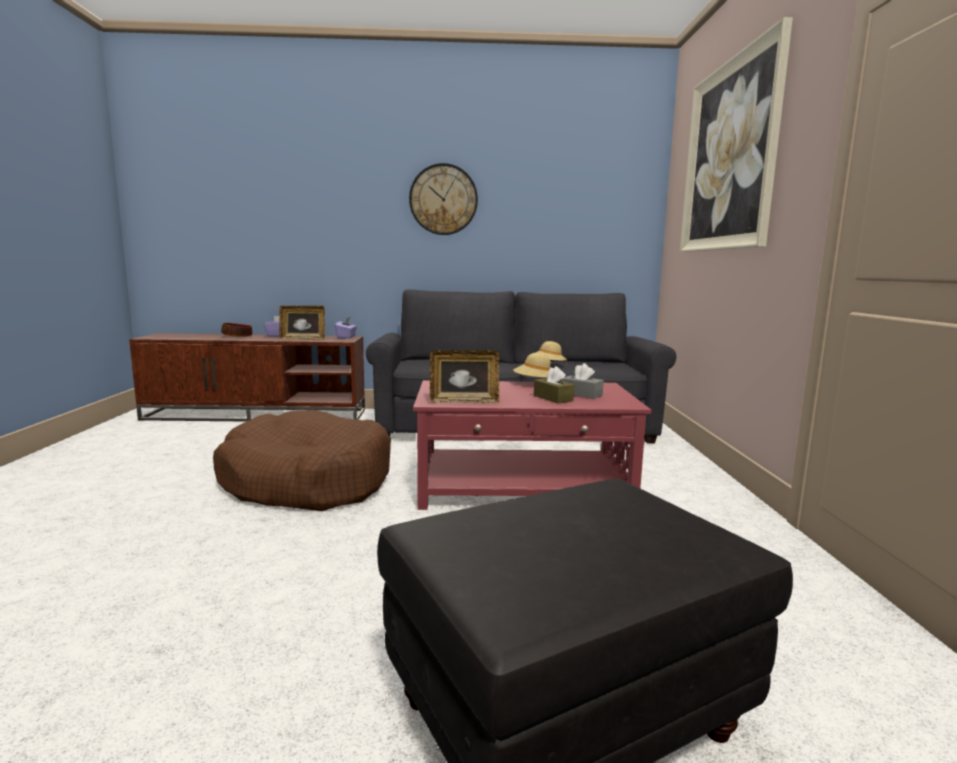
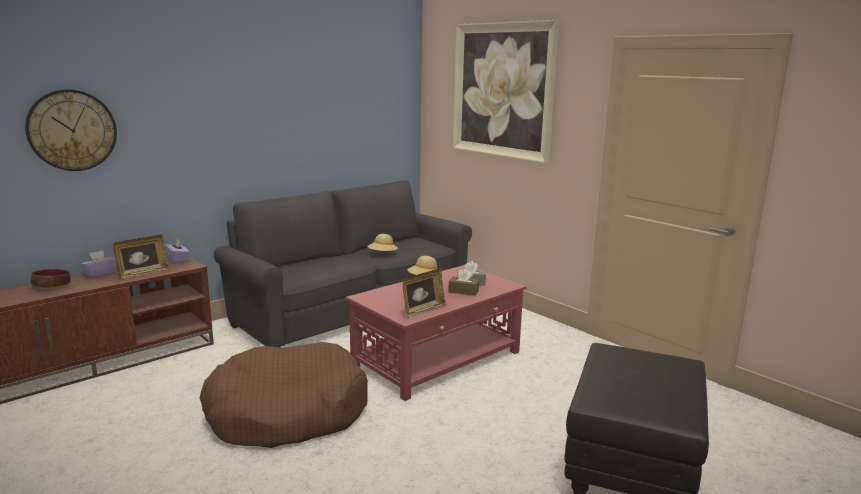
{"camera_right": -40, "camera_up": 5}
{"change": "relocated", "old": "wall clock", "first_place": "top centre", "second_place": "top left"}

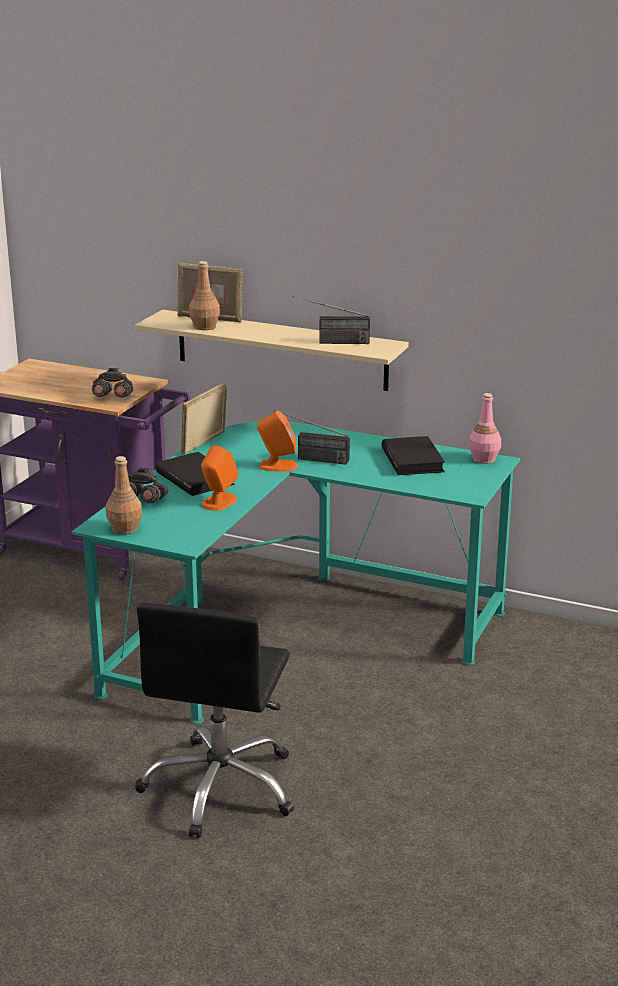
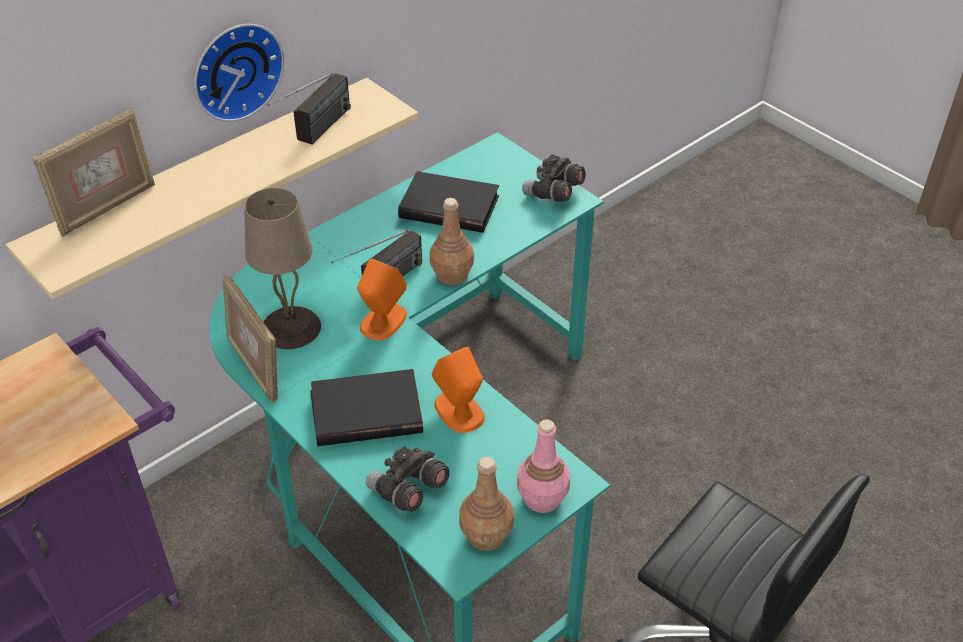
{"camera_right": -65, "camera_up": 20}
{"change": "appeared", "new": "wall clock", "second_place": "top left"}
{"change": "appeared", "new": "beige table lamp", "second_place": "middle left"}
{"change": "relocated", "old": "brown bottle (no. 2 from left in the first image)", "new": "brown bottle (no. 1 from left)", "first_place": "top left", "second_place": "centre"}
{"change": "relocated", "old": "pink bottle", "first_place": "middle right", "second_place": "bottom centre"}
{"change": "relocated", "old": "grey binoculars (no. 1 from left in the first image)", "new": "grey binoculars (no. 2 from left)", "first_place": "middle left", "second_place": "top centre"}

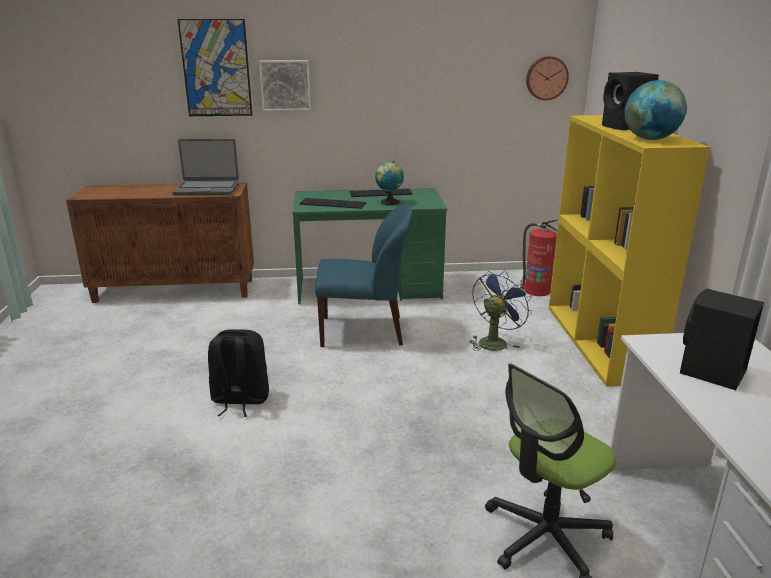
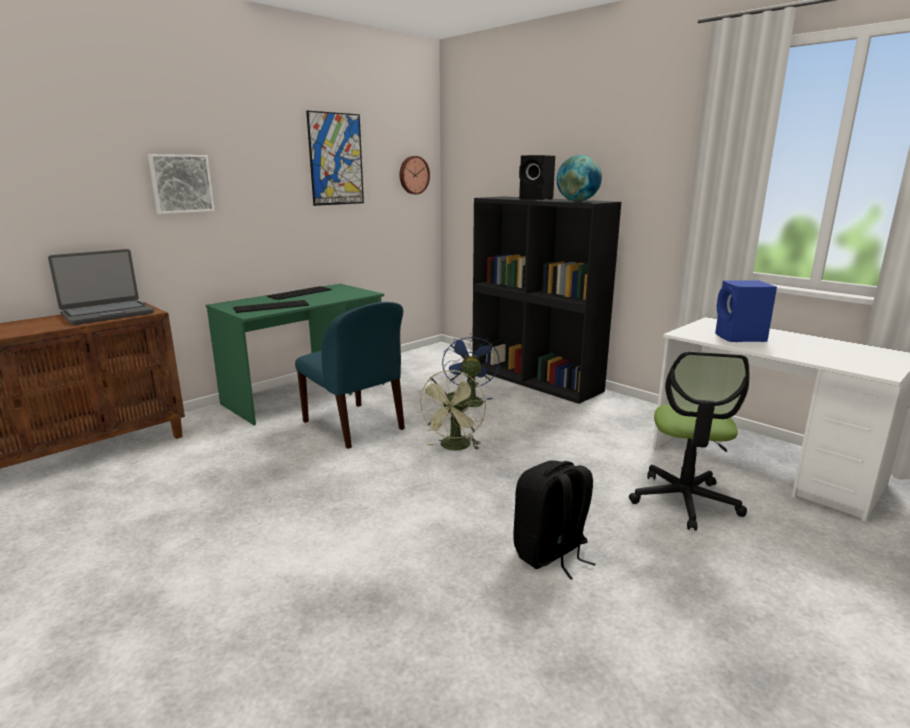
{"camera_right": -40, "camera_up": -5}
{"change": "spun", "old": "blue chair", "first_place": "centre", "second_place": "centre", "degrees": 90}
{"change": "relocated", "old": "picture (no. 1 from left in the first image)", "new": "picture (no. 2 from left)", "first_place": "top left", "second_place": "top centre"}
{"change": "appeared", "new": "green fan", "second_place": "centre"}
{"change": "colour", "old": "yellow bookcase", "new": "black bookcase", "first_place": "middle right", "second_place": "centre"}
{"change": "relocated", "old": "black backpack", "first_place": "middle left", "second_place": "bottom centre"}
{"change": "colour", "old": "black speaker (no. 2 from left)", "new": "blue speaker", "first_place": "middle right", "second_place": "middle right"}
{"change": "missing", "old": "globe (no. 1 from left)", "first_place": "top centre"}
{"change": "missing", "old": "fire extinguisher", "first_place": "middle right"}

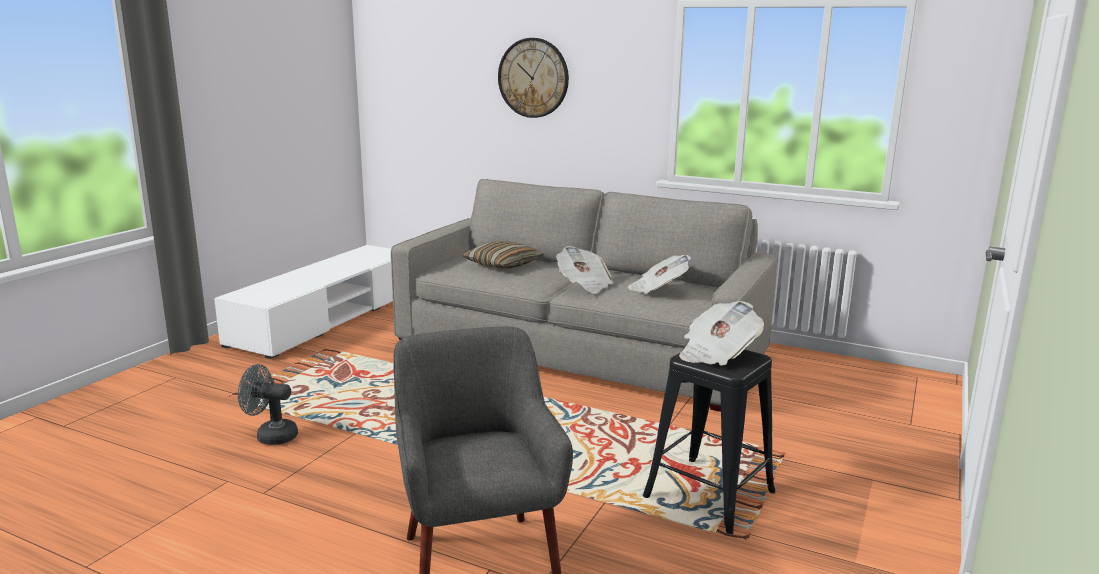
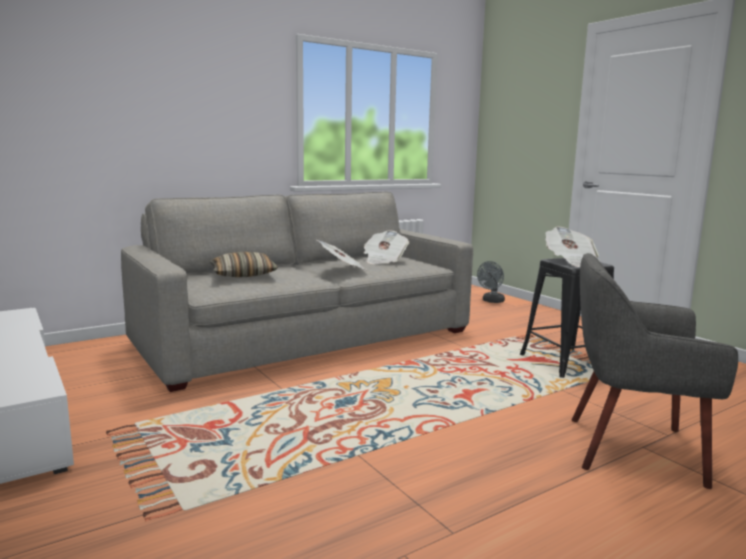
{"camera_right": -60, "camera_up": -5}
{"change": "relocated", "old": "grey fan", "first_place": "bottom left", "second_place": "centre"}
{"change": "missing", "old": "wall clock", "first_place": "top centre"}

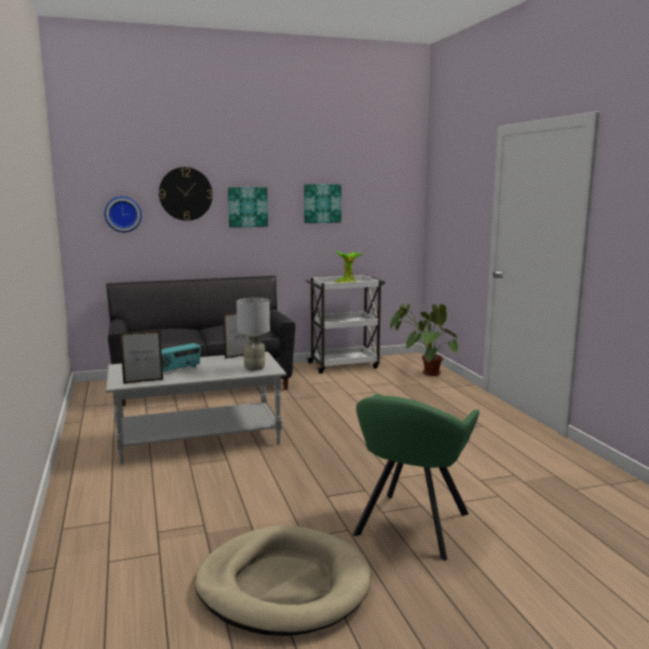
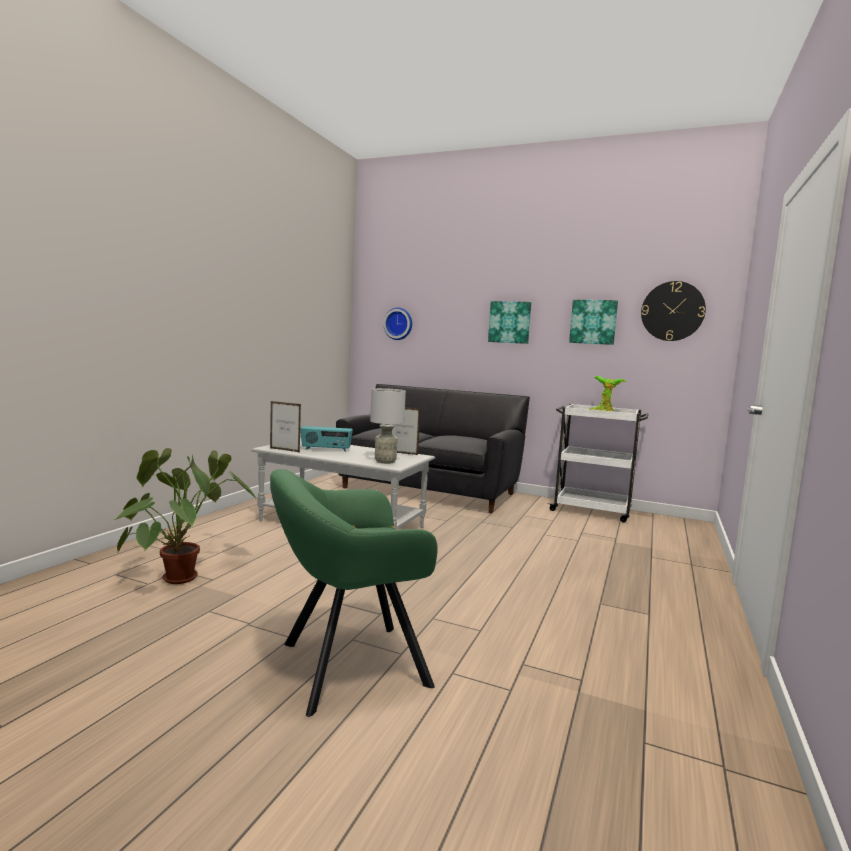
{"camera_right": 40, "camera_up": -5}
{"change": "relocated", "old": "potted plant (no. 2 from left in the first image)", "new": "potted plant (no. 1 from left)", "first_place": "centre", "second_place": "middle left"}
{"change": "relocated", "old": "wall clock (no. 2 from left)", "first_place": "top left", "second_place": "middle right"}
{"change": "missing", "old": "beige dog bed", "first_place": "bottom centre"}

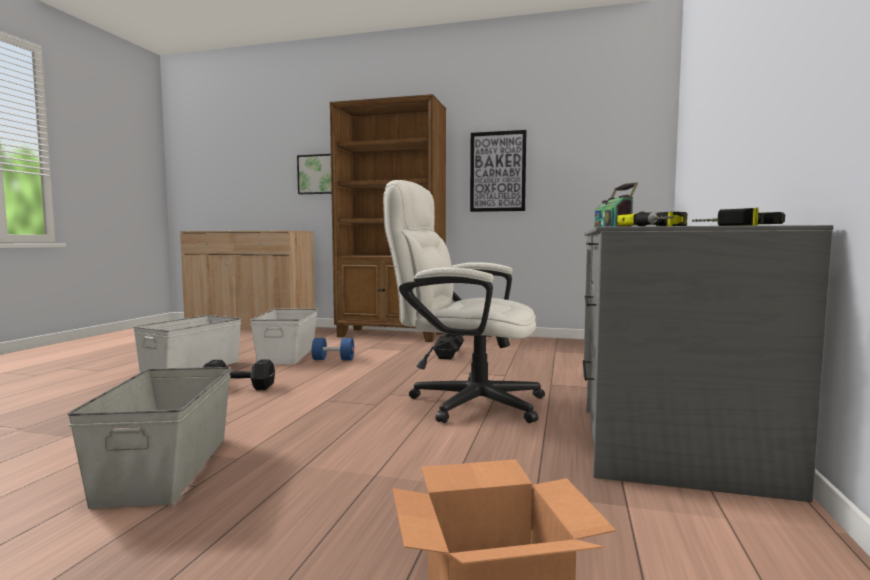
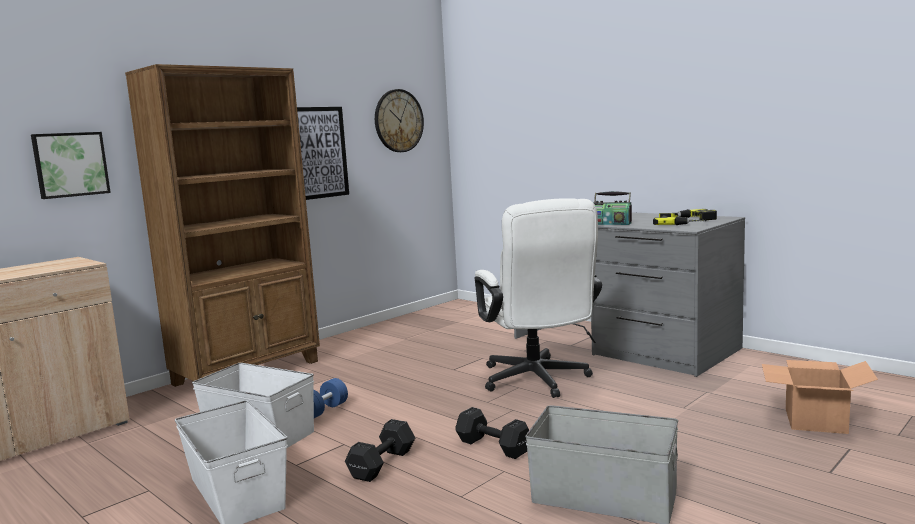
{"camera_right": -60, "camera_up": 5}
{"change": "appeared", "new": "wall clock", "second_place": "top centre"}
{"change": "relocated", "old": "black dumbbell (no. 2 from left)", "first_place": "centre", "second_place": "bottom centre"}
{"change": "spun", "old": "white office chair", "first_place": "centre", "second_place": "centre", "degrees": -60}

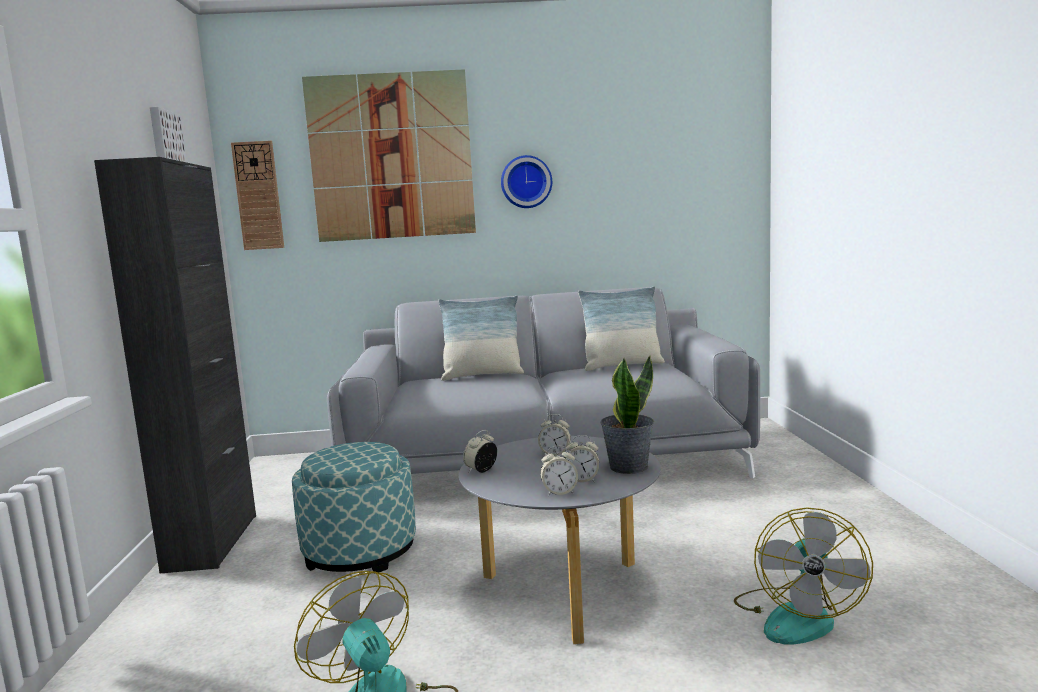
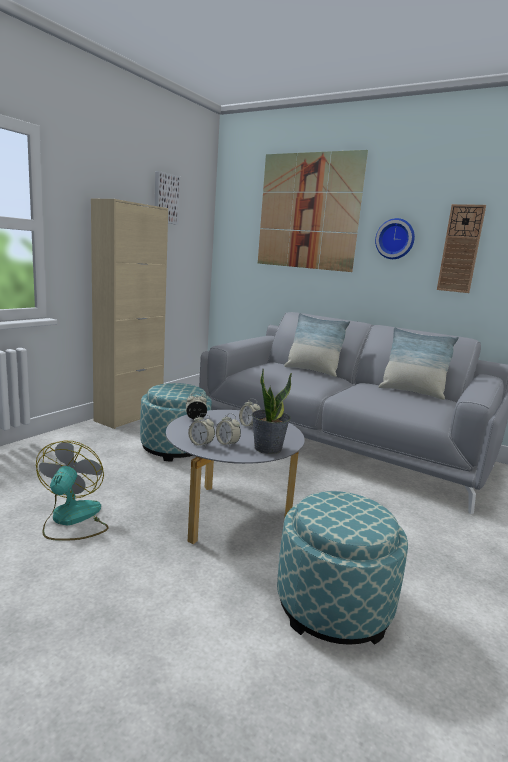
{"camera_right": 35, "camera_up": 5}
{"change": "colour", "old": "black cabinet", "new": "beige cabinet", "first_place": "middle left", "second_place": "middle left"}
{"change": "exchanged", "old": "fan (no. 2 from left)", "new": "ottoman (no. 2 from left)", "first_place": "bottom right", "second_place": "bottom right"}
{"change": "relocated", "old": "wall clock (no. 1 from left in the first image)", "new": "wall clock (no. 2 from left)", "first_place": "top left", "second_place": "top right"}

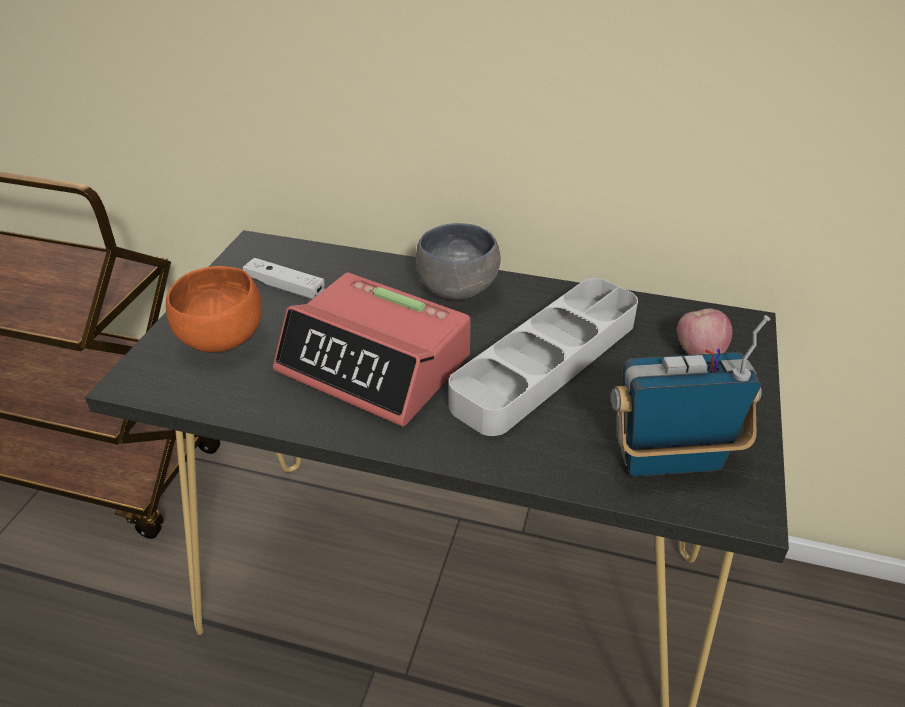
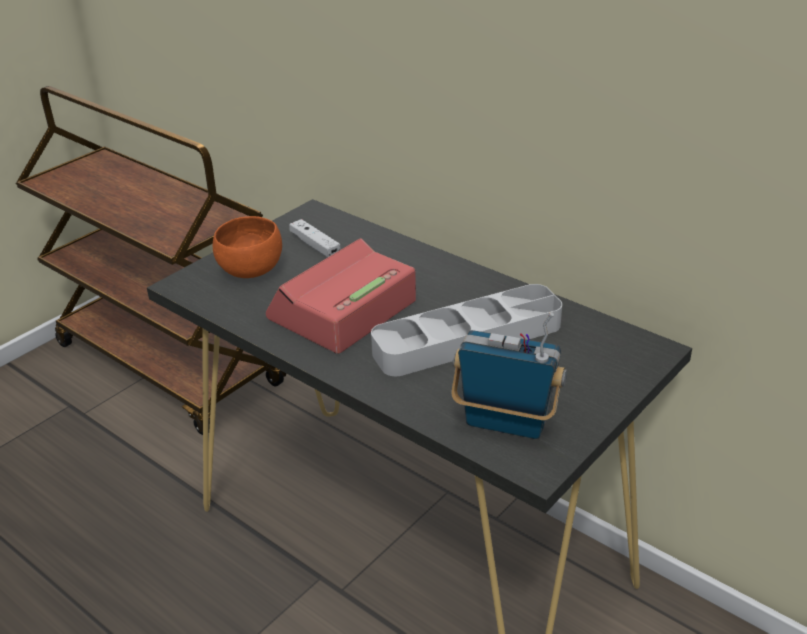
{"camera_right": 25, "camera_up": -5}
{"change": "spun", "old": "alarm clock", "first_place": "centre", "second_place": "centre", "degrees": 75}
{"change": "missing", "old": "grey bowl", "first_place": "centre"}
{"change": "missing", "old": "apple", "first_place": "middle right"}

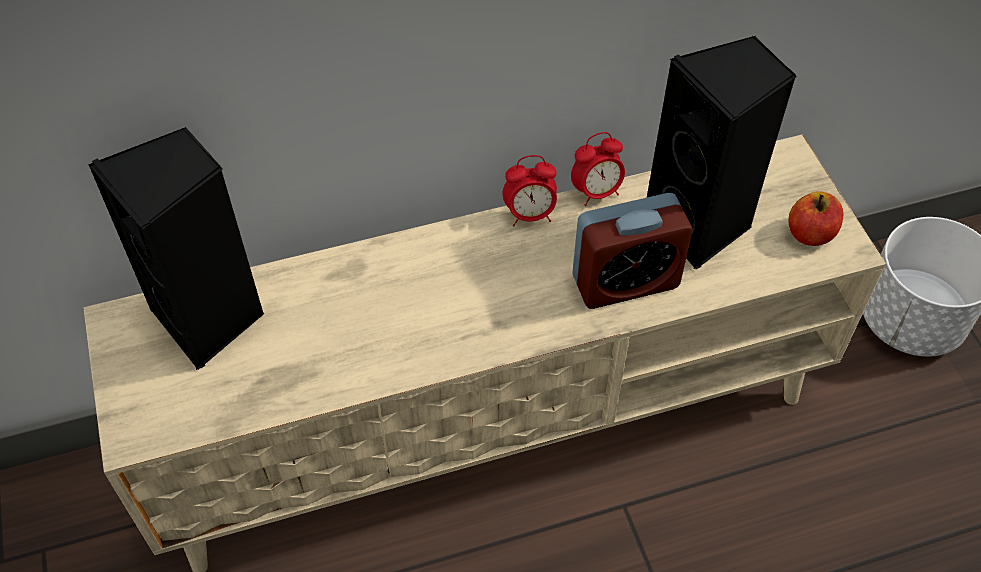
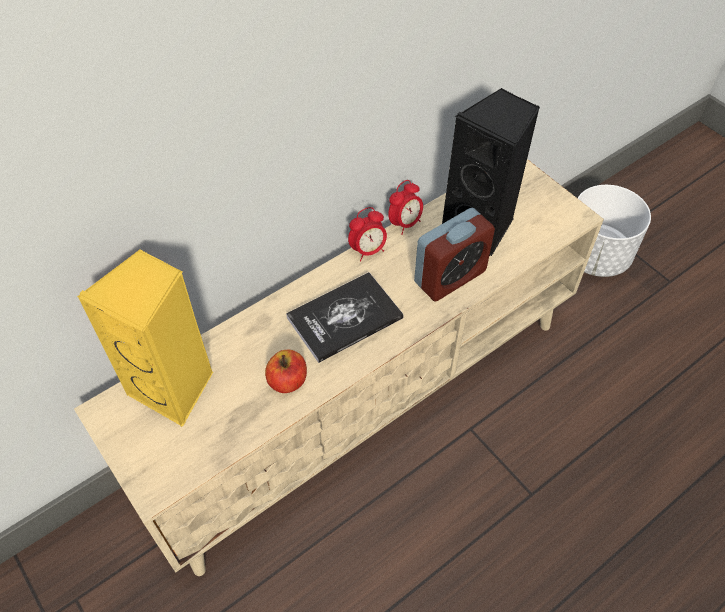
{"camera_right": -20, "camera_up": 0}
{"change": "colour", "old": "black speaker (no. 1 from left)", "new": "yellow speaker", "first_place": "middle left", "second_place": "middle left"}
{"change": "relocated", "old": "apple", "first_place": "middle right", "second_place": "centre"}
{"change": "appeared", "new": "book", "second_place": "centre"}

